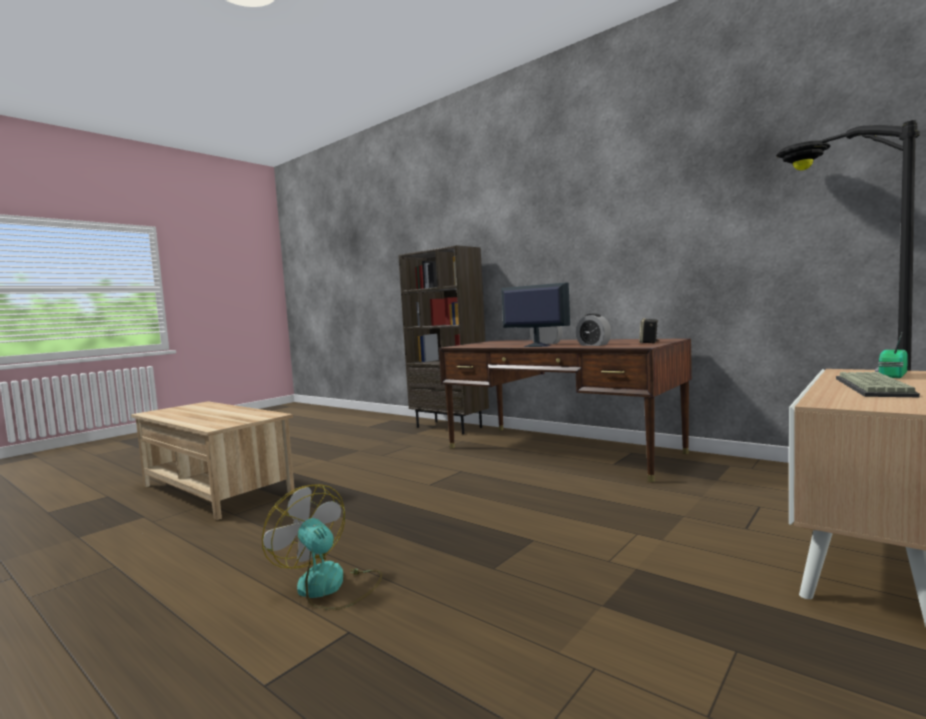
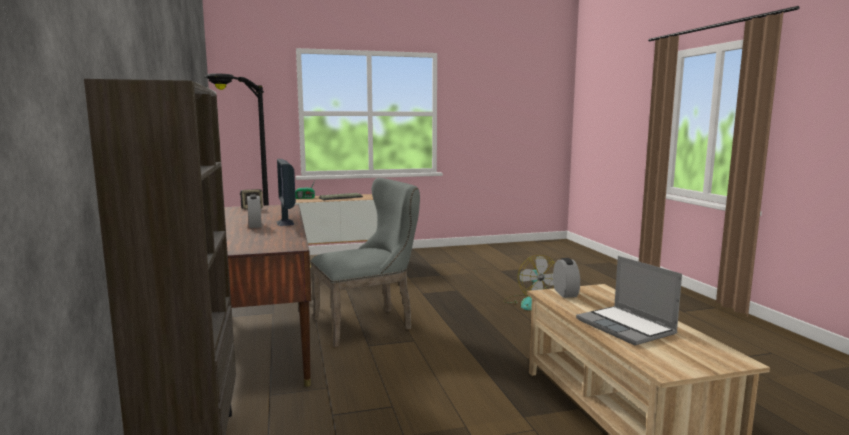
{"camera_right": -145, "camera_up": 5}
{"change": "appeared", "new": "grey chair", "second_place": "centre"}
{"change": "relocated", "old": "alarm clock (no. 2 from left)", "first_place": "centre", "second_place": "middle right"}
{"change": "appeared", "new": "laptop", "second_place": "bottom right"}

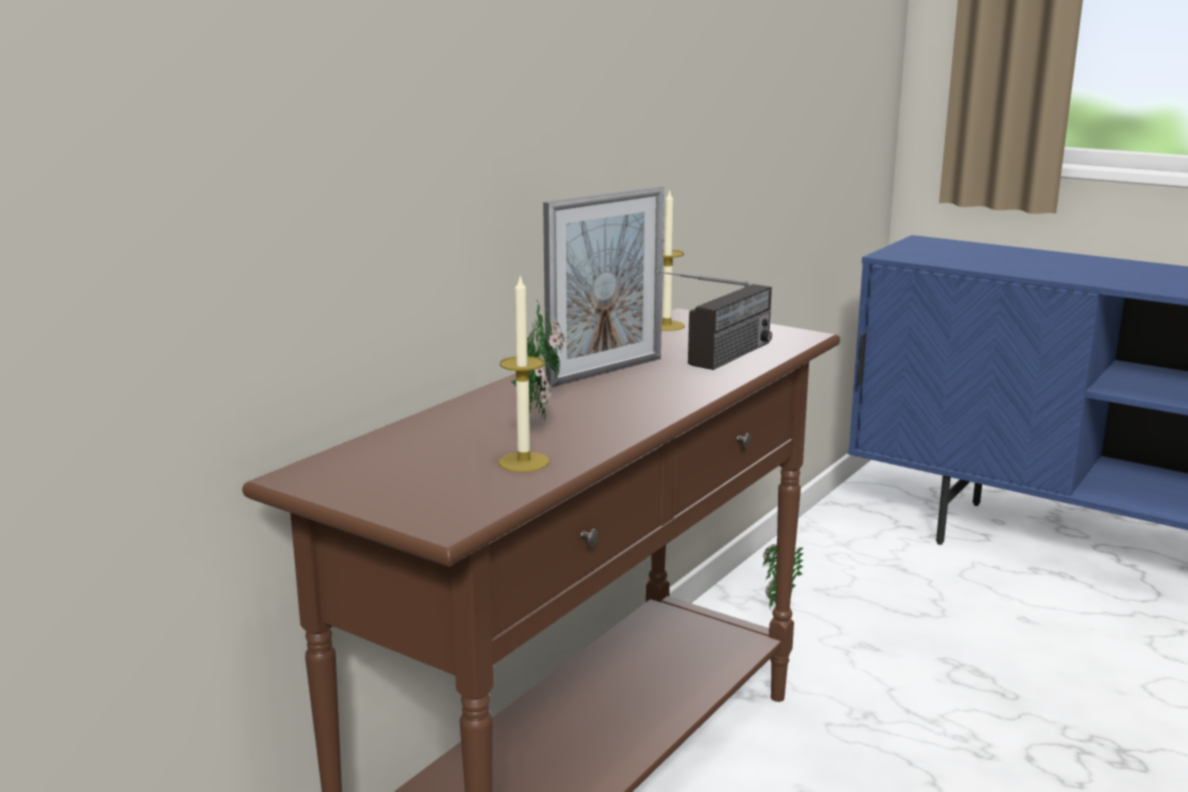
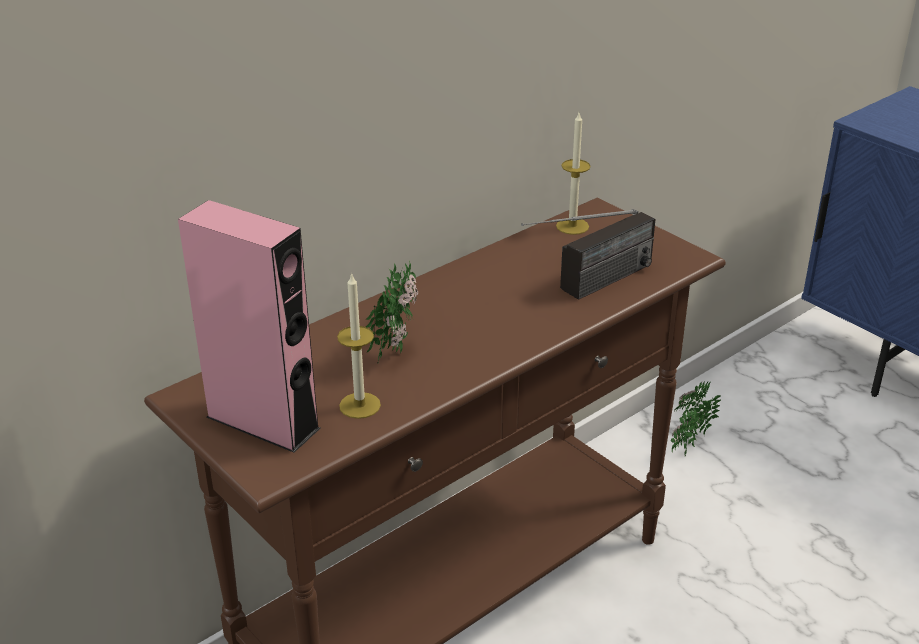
{"camera_right": 15, "camera_up": 15}
{"change": "appeared", "new": "pink speaker", "second_place": "middle left"}
{"change": "missing", "old": "picture frame", "first_place": "centre"}

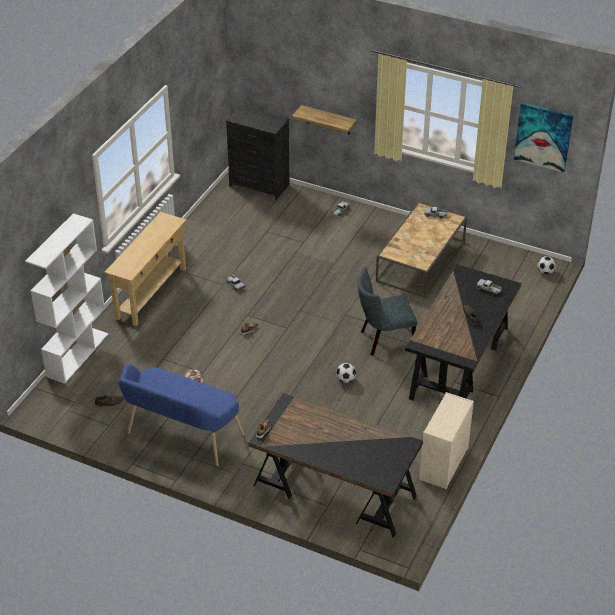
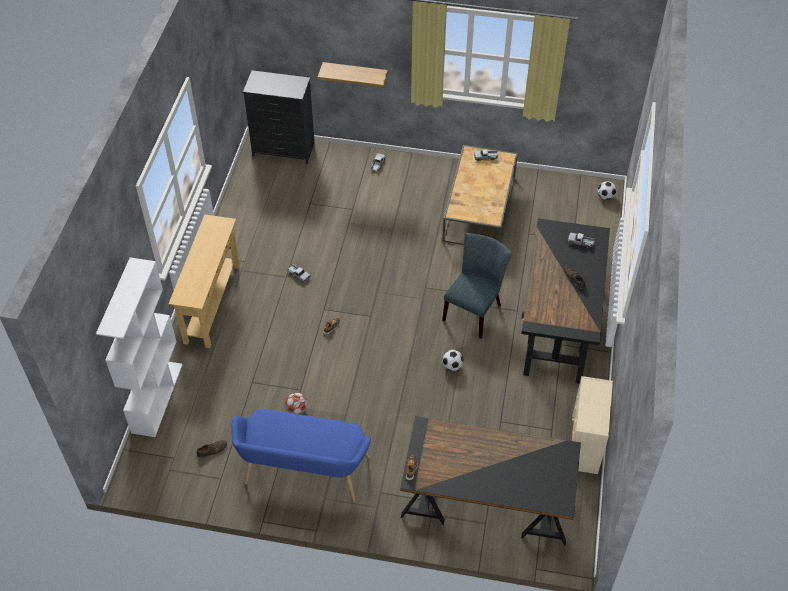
{"camera_right": -15, "camera_up": 10}
{"change": "spun", "old": "grey chair", "first_place": "centre", "second_place": "centre", "degrees": 150}
{"change": "missing", "old": "picture", "first_place": "top right"}

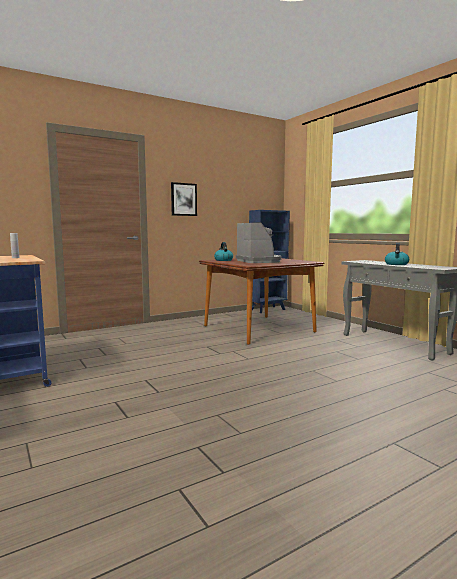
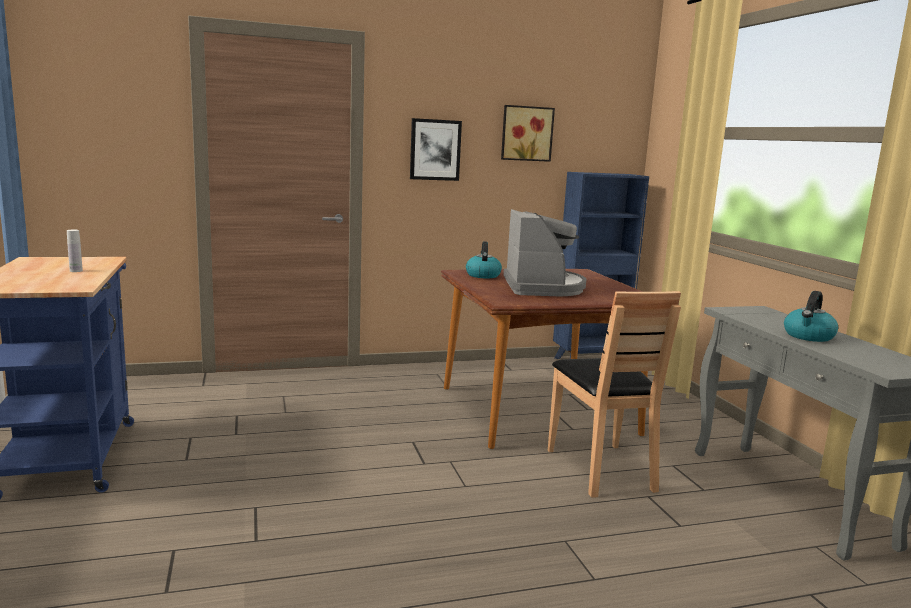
{"camera_right": 15, "camera_up": 5}
{"change": "appeared", "new": "picture (no. 2 from left)", "second_place": "top centre"}
{"change": "appeared", "new": "brown chair", "second_place": "middle right"}

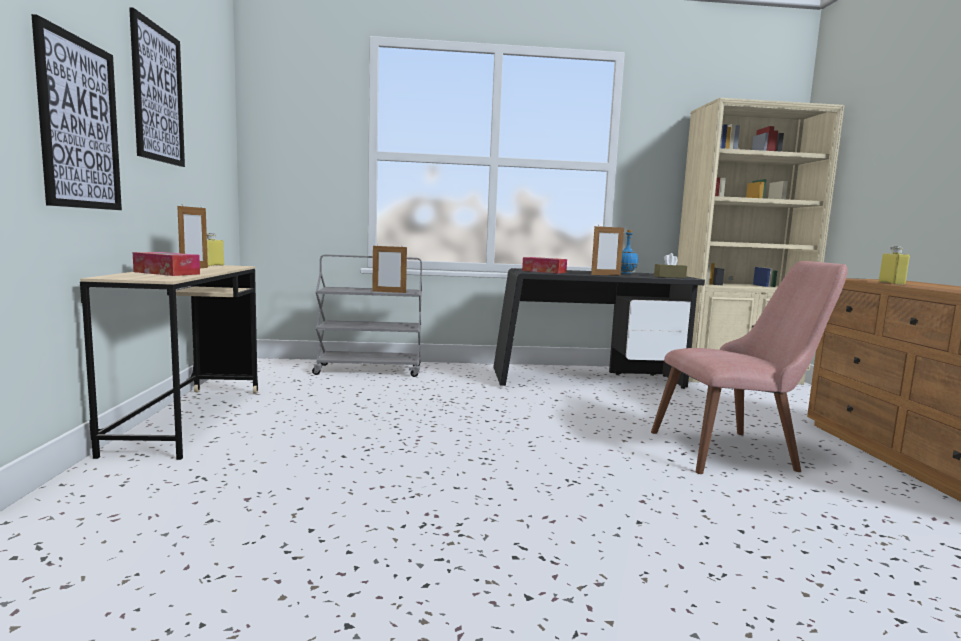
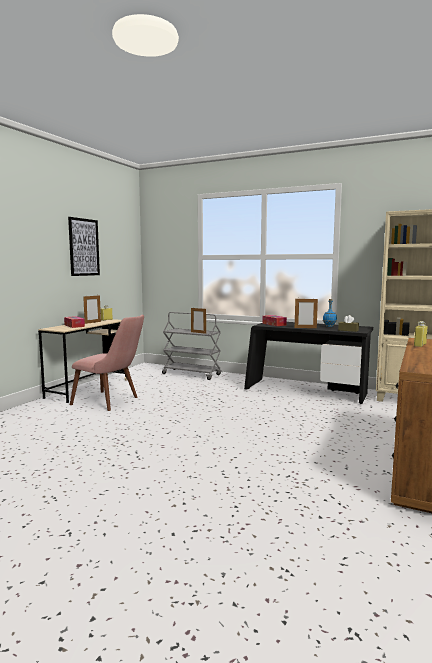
{"camera_right": 30, "camera_up": 0}
{"change": "relocated", "old": "pink chair", "first_place": "middle right", "second_place": "middle left"}
{"change": "missing", "old": "picture (no. 1 from left)", "first_place": "top left"}

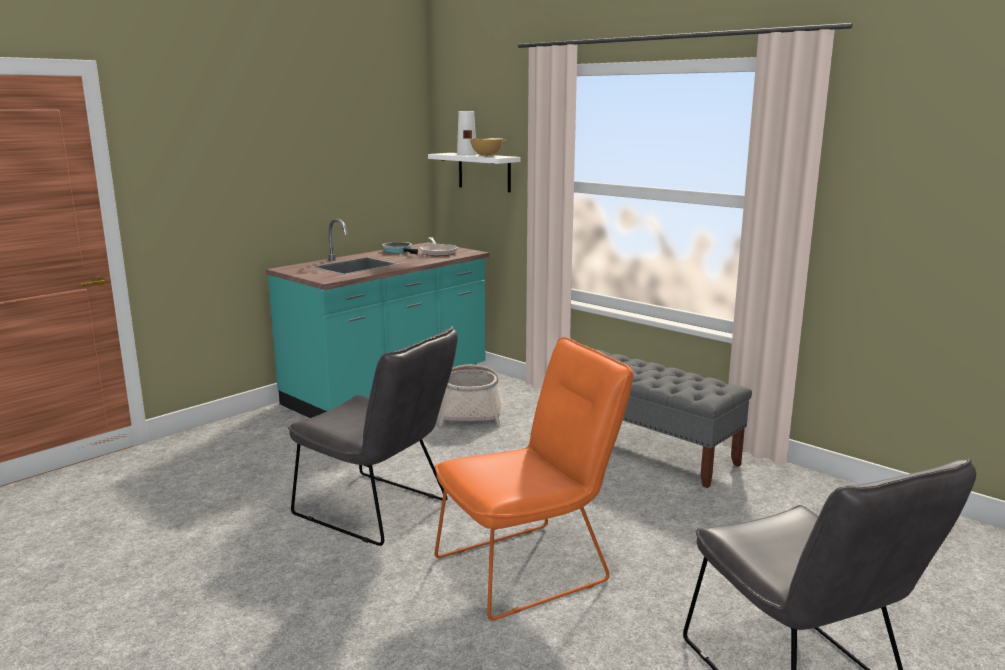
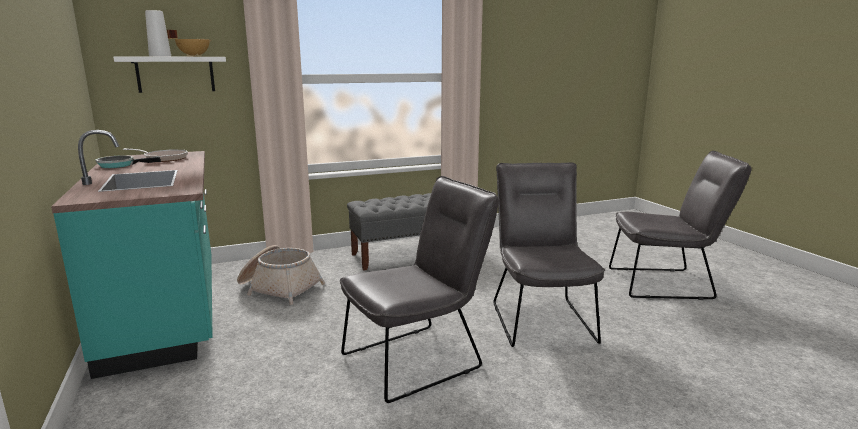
{"camera_right": -65, "camera_up": 0}
{"change": "colour", "old": "orange chair", "new": "grey chair (no. 2 from left)", "first_place": "bottom centre", "second_place": "centre"}

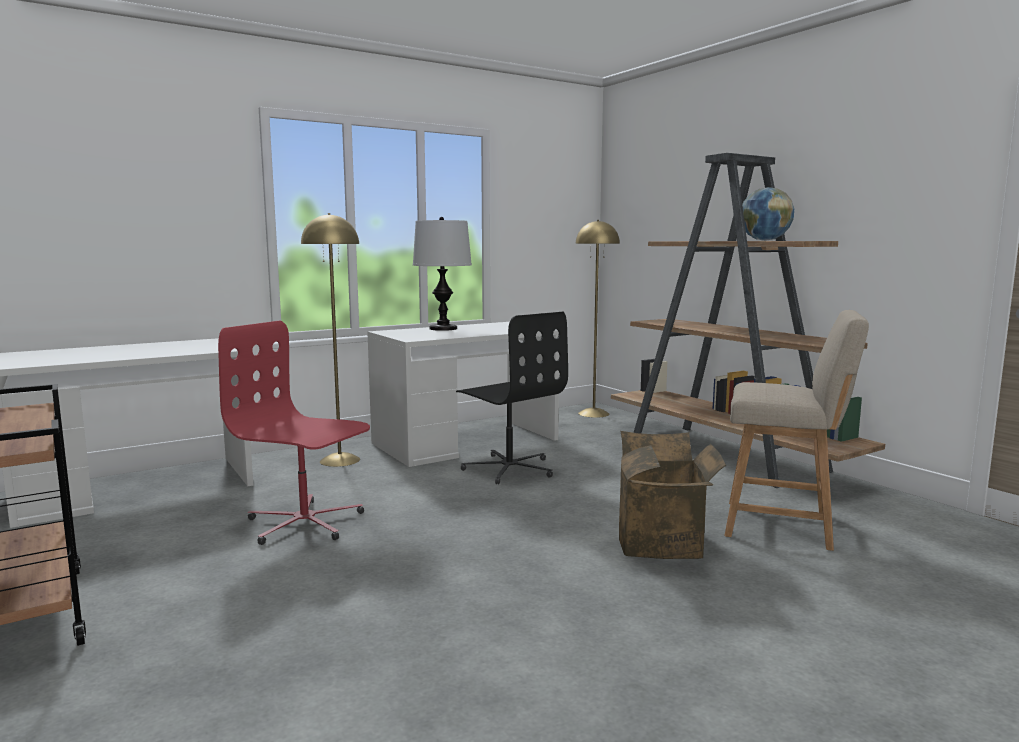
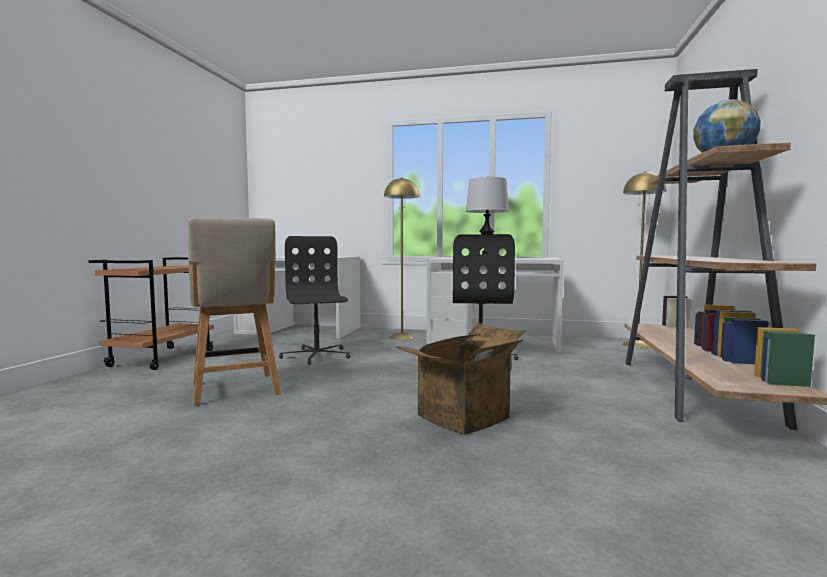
{"camera_right": 45, "camera_up": -5}
{"change": "relocated", "old": "beige chair", "first_place": "middle right", "second_place": "middle left"}
{"change": "colour", "old": "red office chair", "new": "black office chair (no. 1 from left)", "first_place": "middle left", "second_place": "centre"}

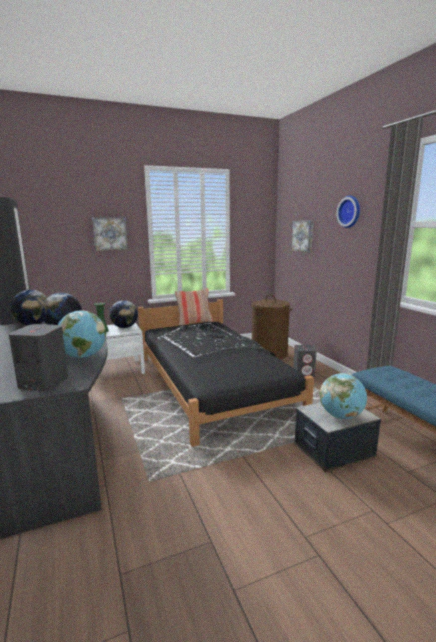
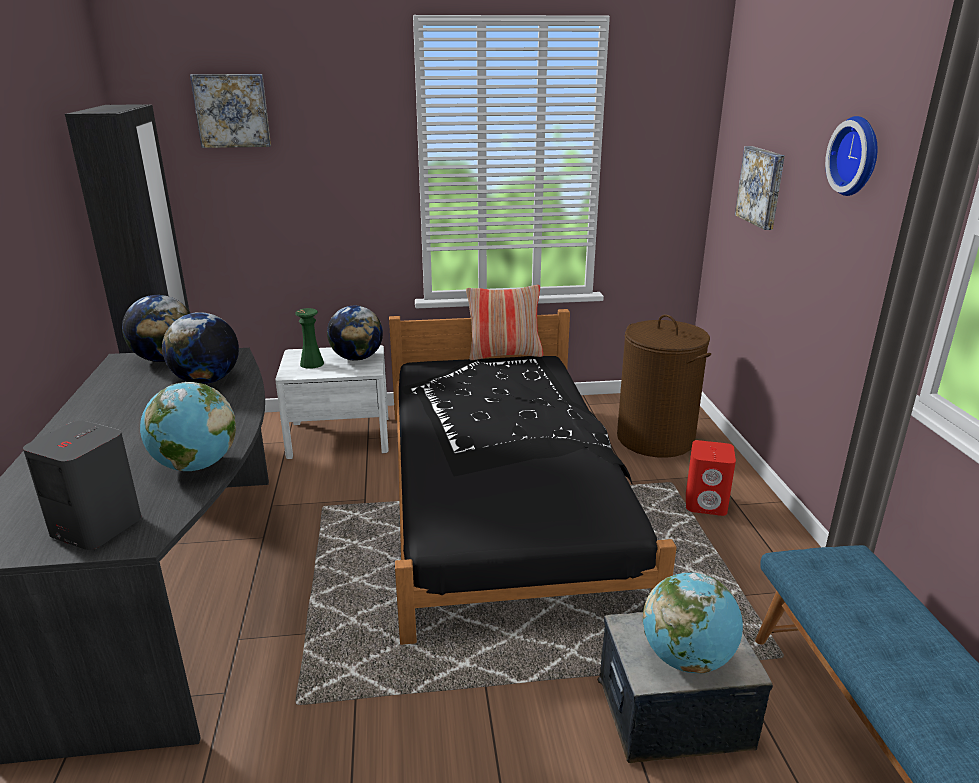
{"camera_right": 15, "camera_up": 10}
{"change": "relocated", "old": "picture (no. 1 from left)", "first_place": "middle left", "second_place": "top left"}
{"change": "colour", "old": "grey speaker (no. 2 from left)", "new": "red speaker", "first_place": "middle right", "second_place": "middle right"}

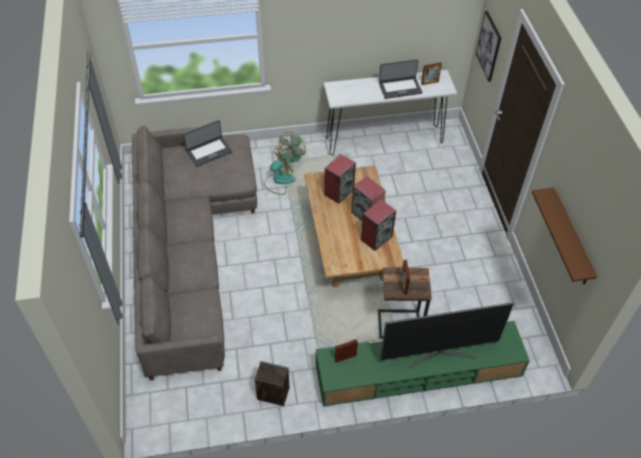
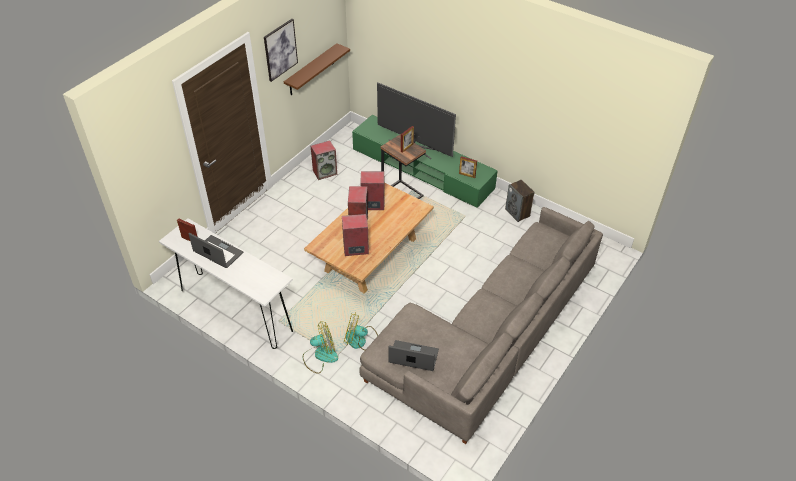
{"camera_right": -135, "camera_up": -5}
{"change": "relocated", "old": "picture", "first_place": "top right", "second_place": "top centre"}
{"change": "appeared", "new": "speaker (no. 1 from left)", "second_place": "top centre"}

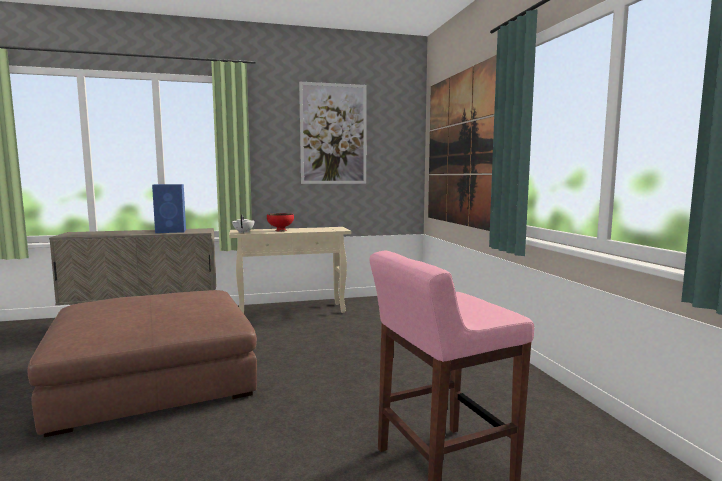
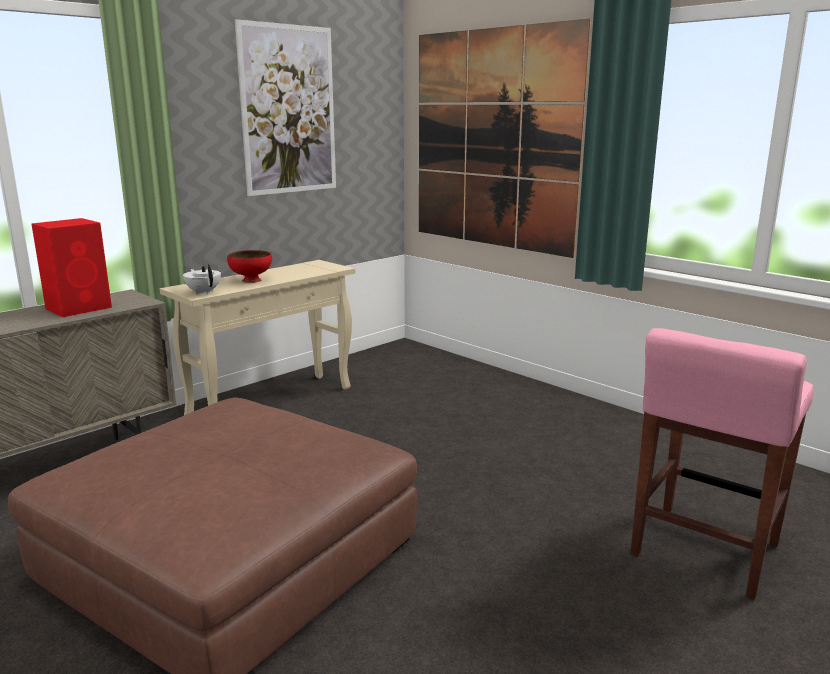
{"camera_right": -30, "camera_up": 10}
{"change": "colour", "old": "blue speaker", "new": "red speaker", "first_place": "middle left", "second_place": "middle left"}

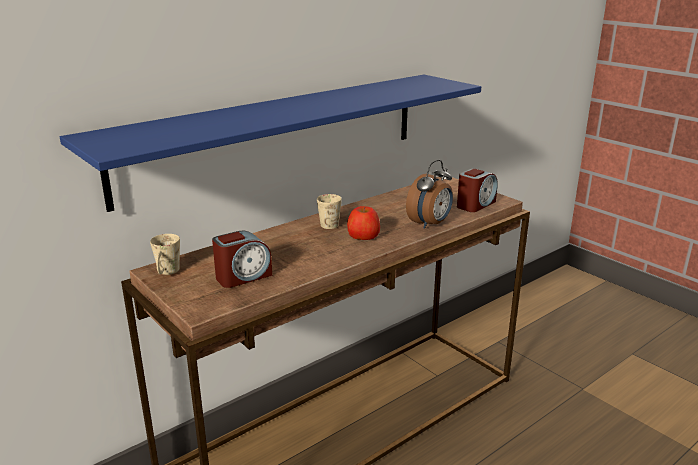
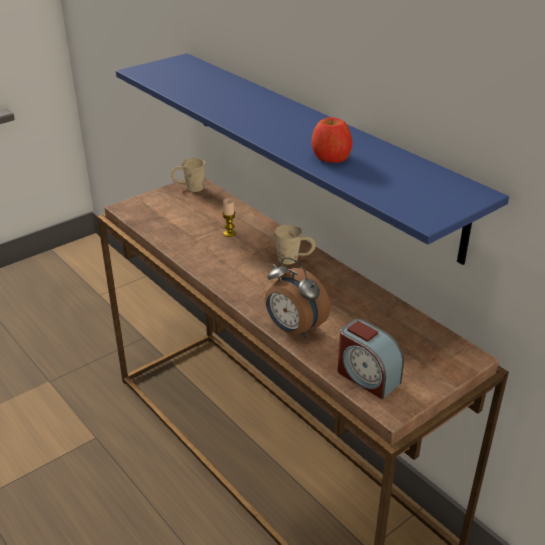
{"camera_right": 90, "camera_up": 10}
{"change": "appeared", "new": "candle", "second_place": "centre"}
{"change": "relocated", "old": "apple", "first_place": "centre", "second_place": "top centre"}
{"change": "missing", "old": "alarm clock (no. 1 from left)", "first_place": "centre"}

